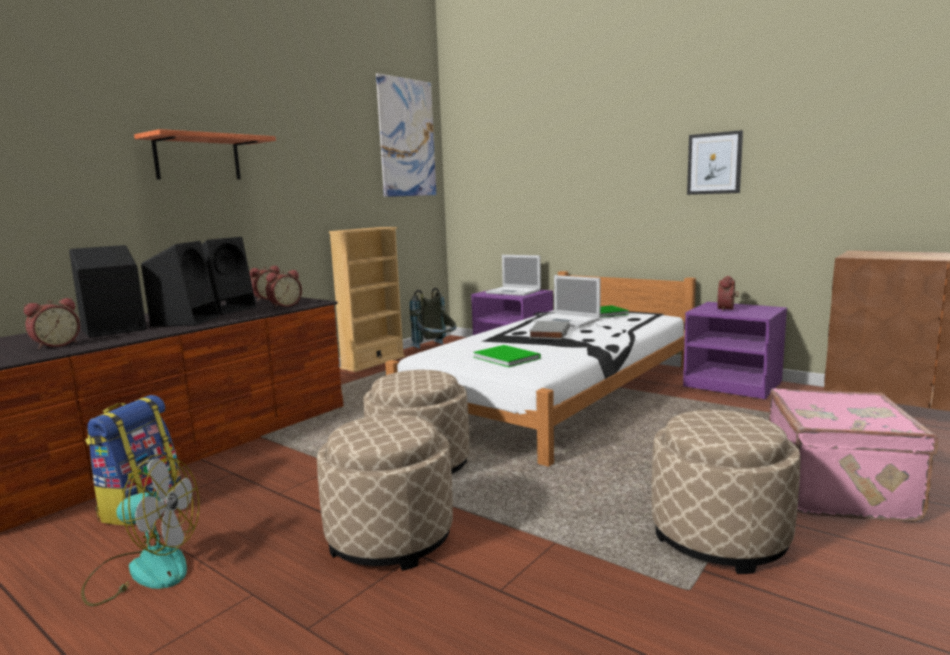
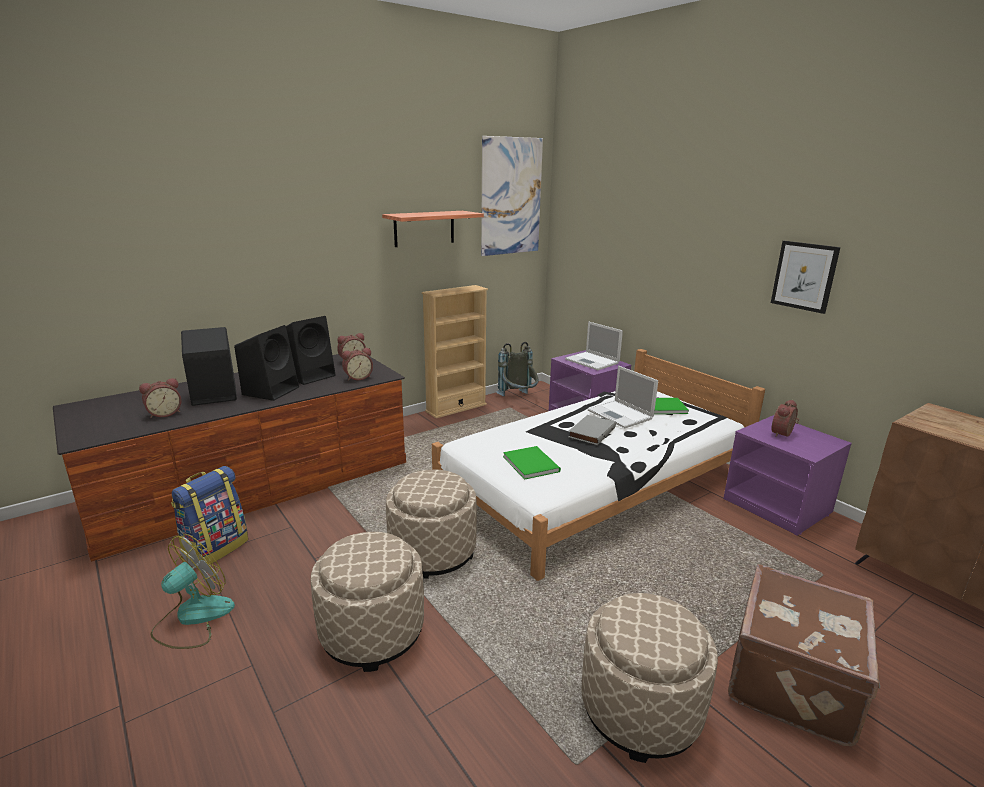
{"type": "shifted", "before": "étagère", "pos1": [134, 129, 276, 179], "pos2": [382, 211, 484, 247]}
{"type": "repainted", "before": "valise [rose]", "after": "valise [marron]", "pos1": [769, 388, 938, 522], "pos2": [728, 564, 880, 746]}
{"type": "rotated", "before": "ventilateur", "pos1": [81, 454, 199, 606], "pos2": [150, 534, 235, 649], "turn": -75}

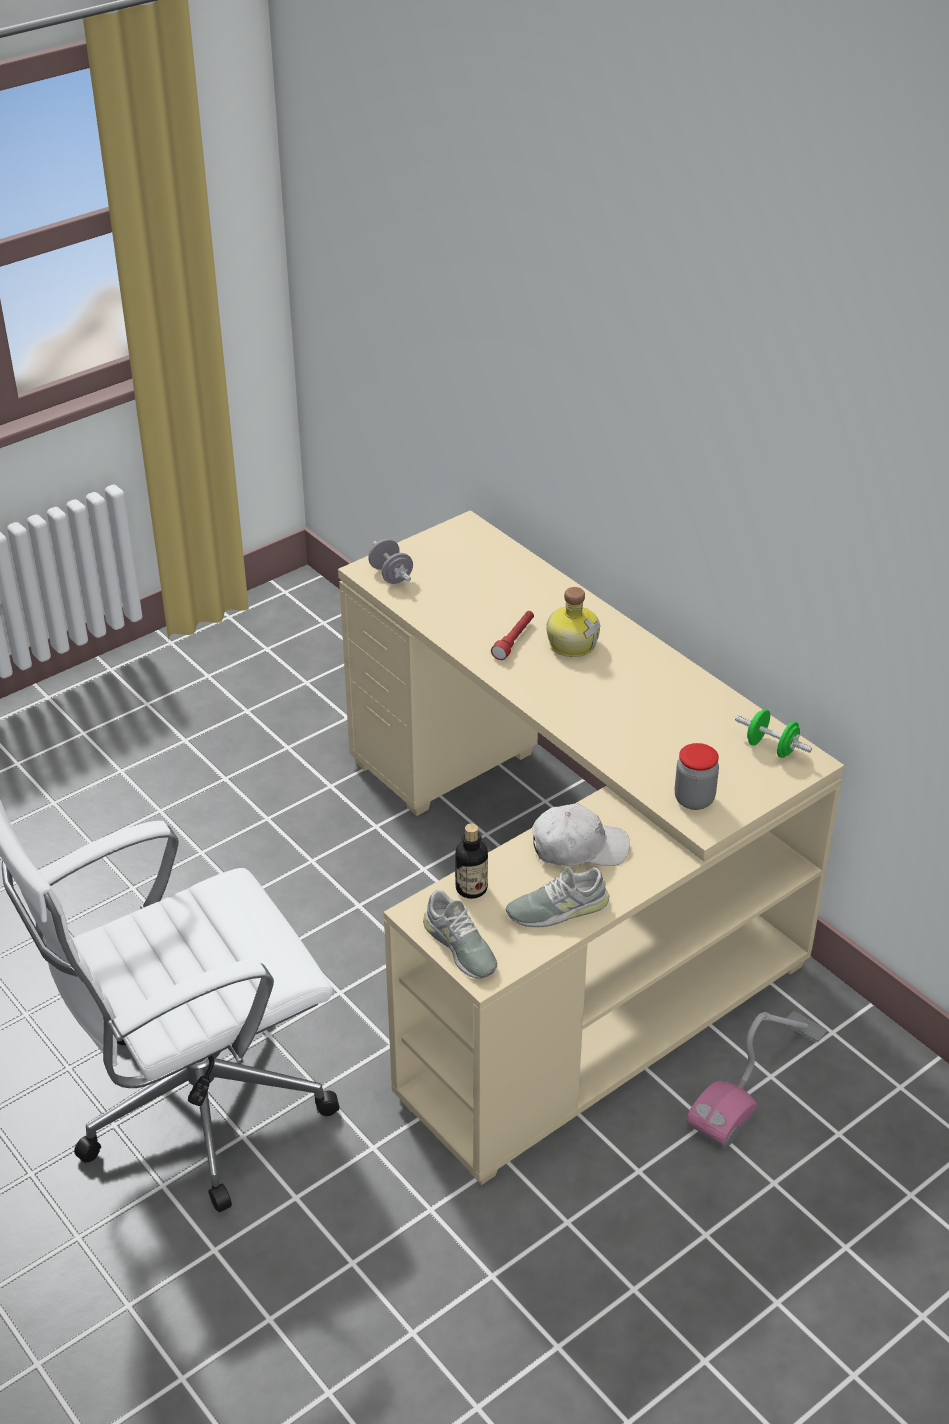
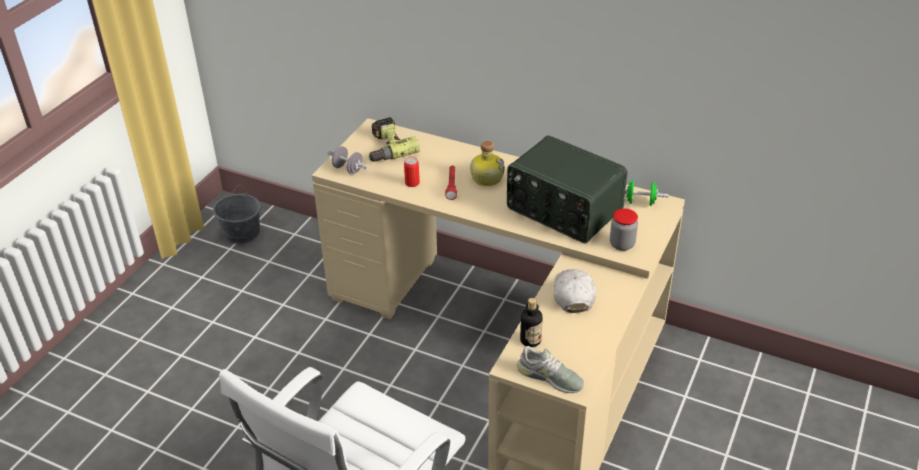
{"type": "gone", "before": "chaussure [gris]", "pos1": [506, 867, 609, 927]}
{"type": "gone", "before": "aspirateur", "pos1": [686, 1011, 827, 1148]}
{"type": "new", "after": "seau [gris]", "pos2": [213, 185, 261, 244]}
{"type": "new", "after": "perceuse", "pos2": [369, 117, 420, 162]}
{"type": "new", "after": "boîte métallique", "pos2": [404, 157, 420, 187]}
{"type": "new", "after": "radio", "pos2": [507, 135, 627, 243]}
{"type": "rotated", "before": "casquette [blanc]", "pos1": [532, 803, 630, 866], "pos2": [554, 269, 596, 313], "turn": -60}

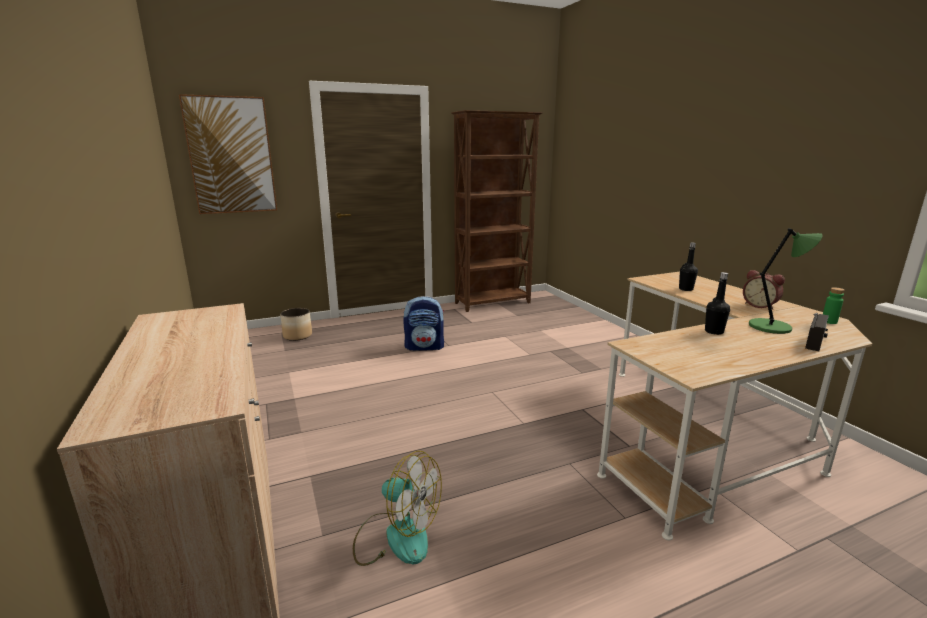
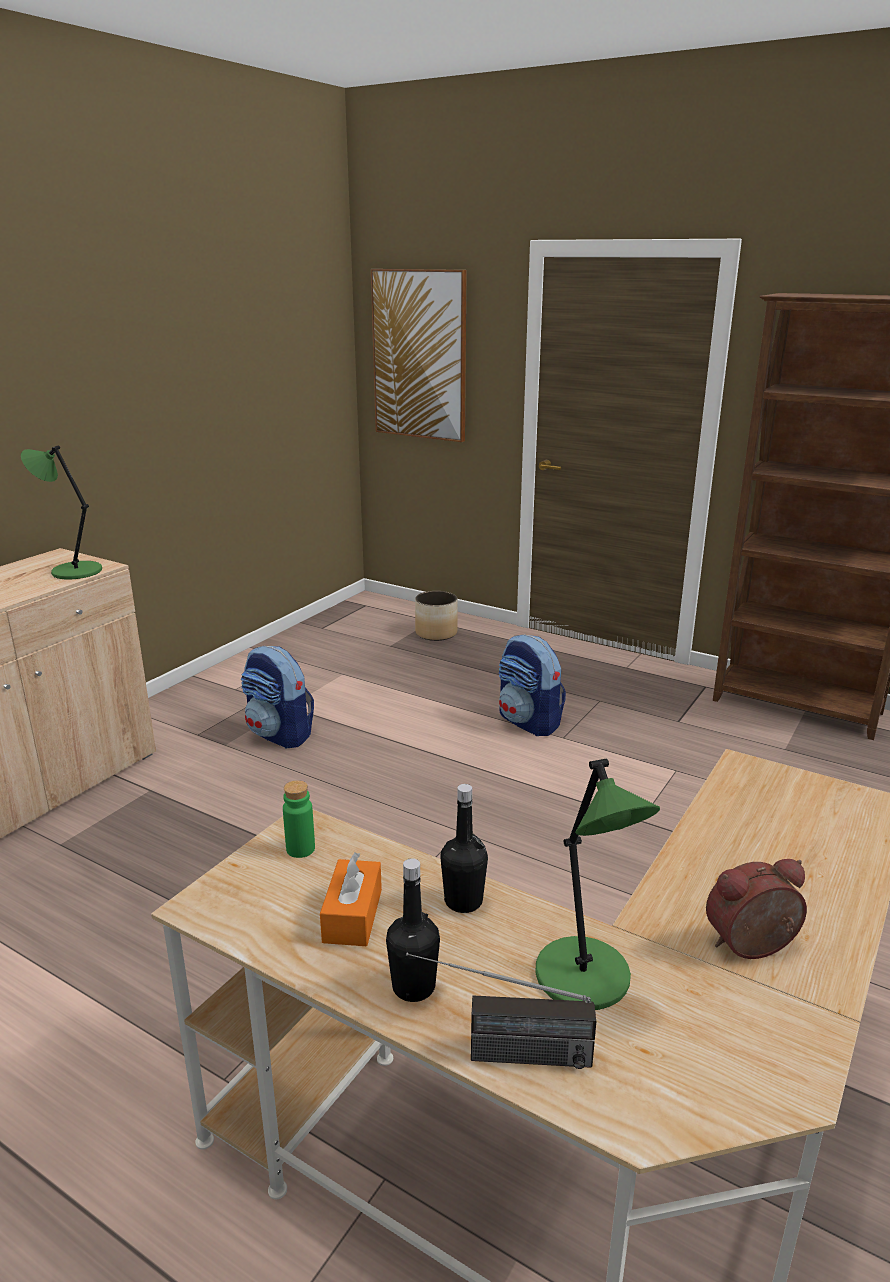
{"type": "gone", "before": "ventilateur", "pos1": [353, 451, 442, 566]}
{"type": "new", "after": "lampe de table [vert]", "pos2": [21, 446, 102, 579]}
{"type": "new", "after": "sac à dos", "pos2": [241, 646, 314, 749]}
{"type": "new", "after": "boîte à mouchoirs [orange]", "pos2": [320, 852, 382, 946]}
{"type": "shifted", "before": "bouteille [noir]", "pos1": [679, 242, 698, 291], "pos2": [386, 858, 440, 1002]}
{"type": "shifted", "before": "bouteille [vert]", "pos1": [823, 287, 844, 324], "pos2": [283, 780, 315, 858]}
{"type": "rotated", "before": "réveil", "pos1": [743, 270, 785, 310], "pos2": [706, 859, 807, 959], "turn": 60}

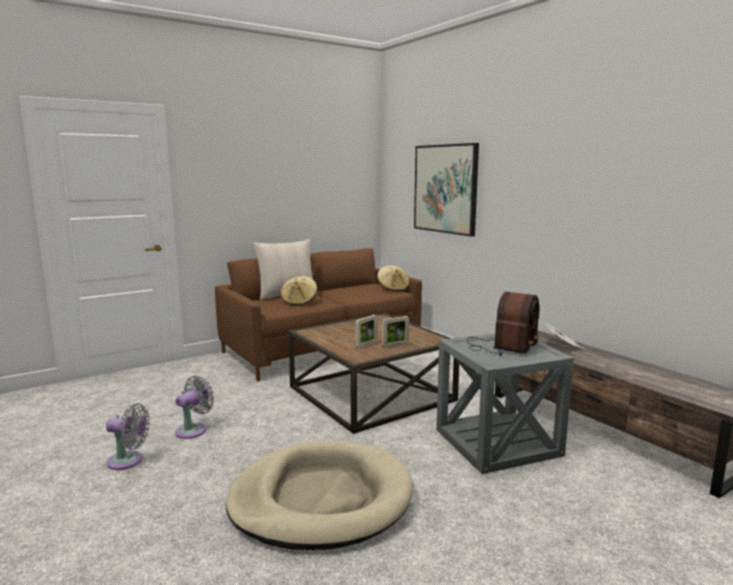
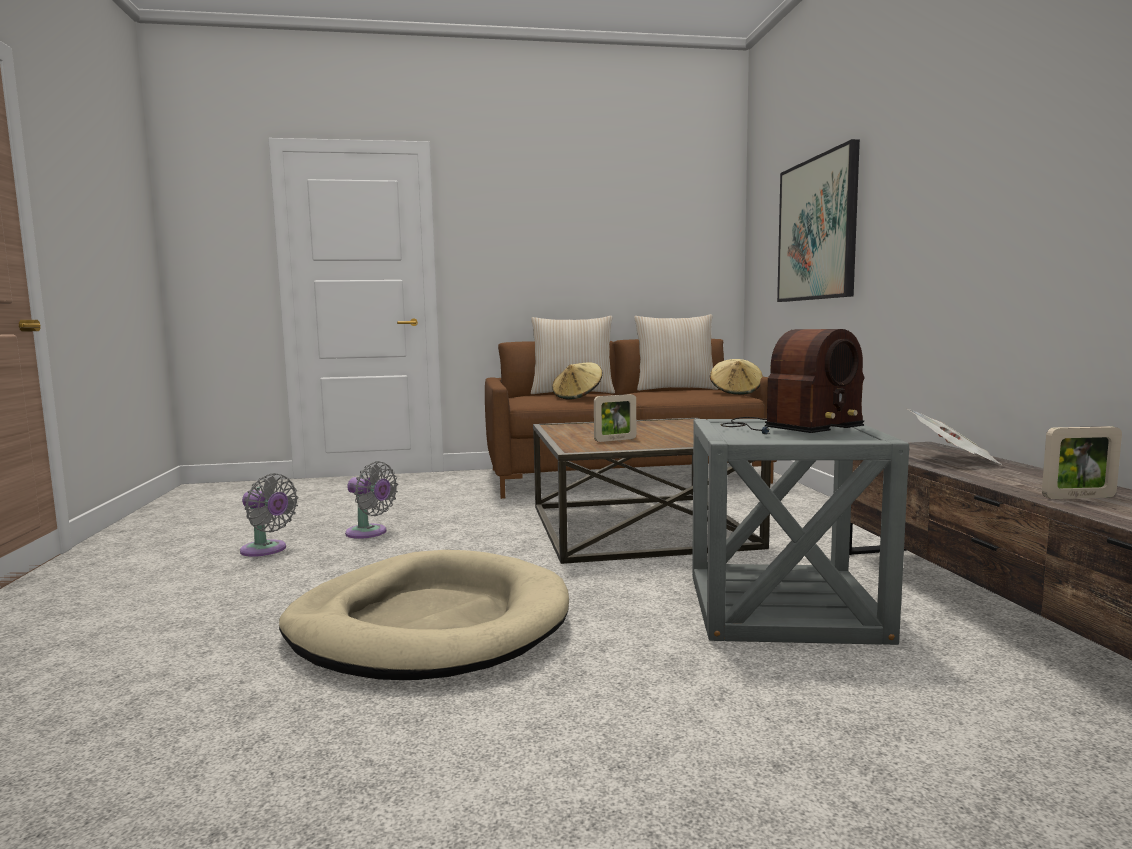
{"type": "new", "after": "coussin [beige]", "pos2": [634, 314, 718, 391]}
{"type": "shifted", "before": "cadre photo", "pos1": [382, 316, 409, 348], "pos2": [1042, 426, 1122, 499]}
{"type": "rotated", "before": "ventilateur [gris]", "pos1": [175, 375, 214, 439], "pos2": [345, 461, 398, 539], "turn": 60}

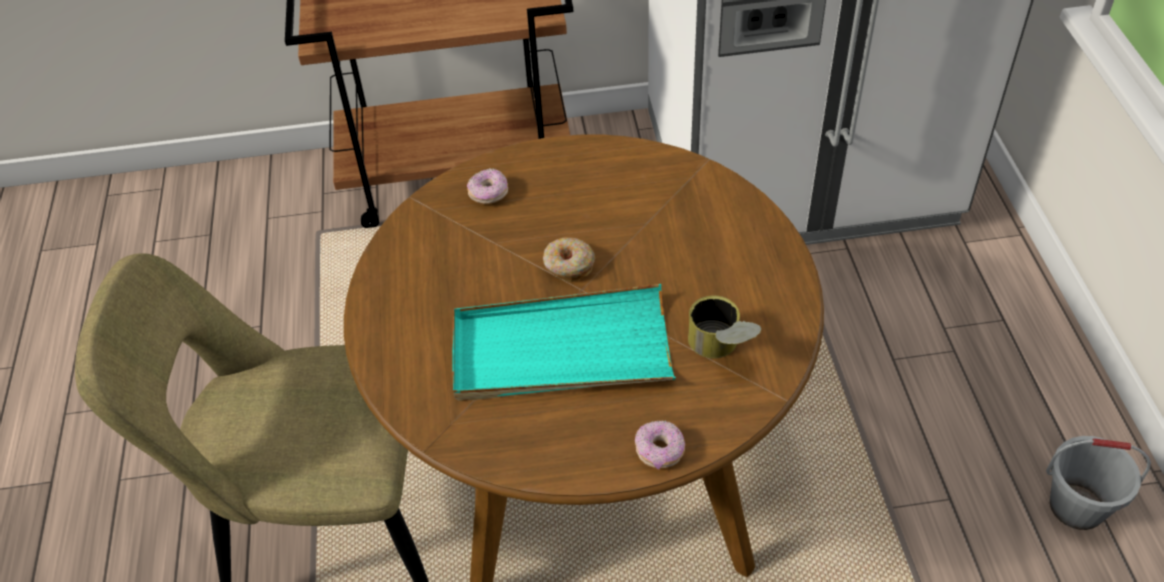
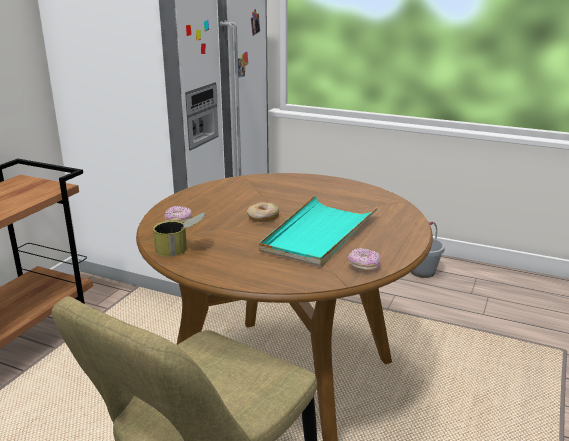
{"type": "shifted", "before": "beignet", "pos1": [635, 421, 685, 470], "pos2": [348, 248, 381, 271]}
{"type": "shifted", "before": "boîte métallique", "pos1": [688, 295, 761, 359], "pos2": [153, 213, 206, 257]}

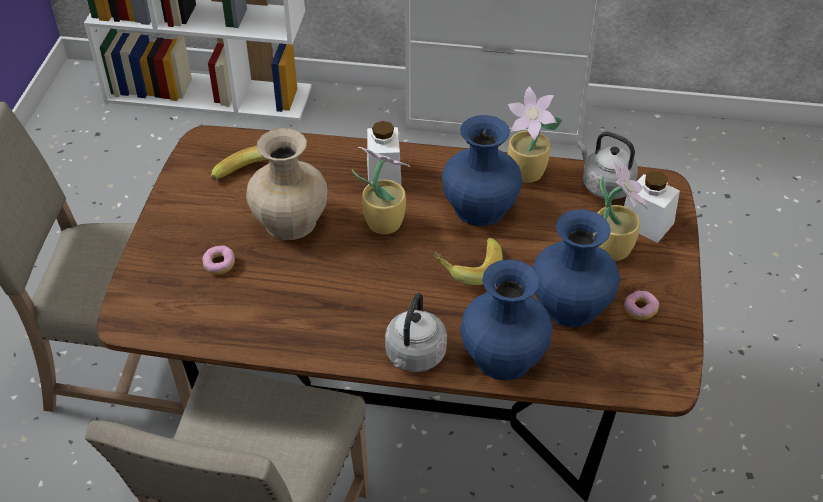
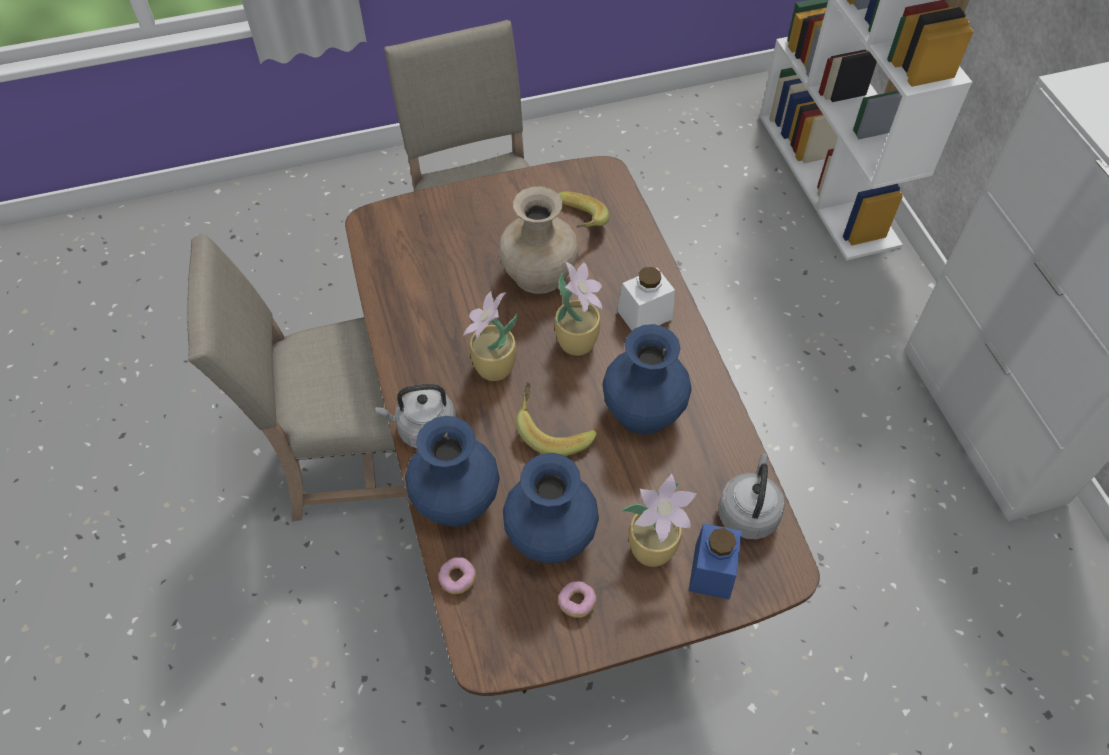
{"type": "shifted", "before": "beignet", "pos1": [202, 246, 235, 275], "pos2": [438, 557, 476, 594]}
{"type": "shifted", "before": "plante en pot", "pos1": [508, 86, 562, 183], "pos2": [463, 292, 517, 381]}
{"type": "repainted", "before": "bocal [blanc]", "after": "bocal [bleu]", "pos1": [624, 171, 680, 243], "pos2": [689, 523, 742, 600]}

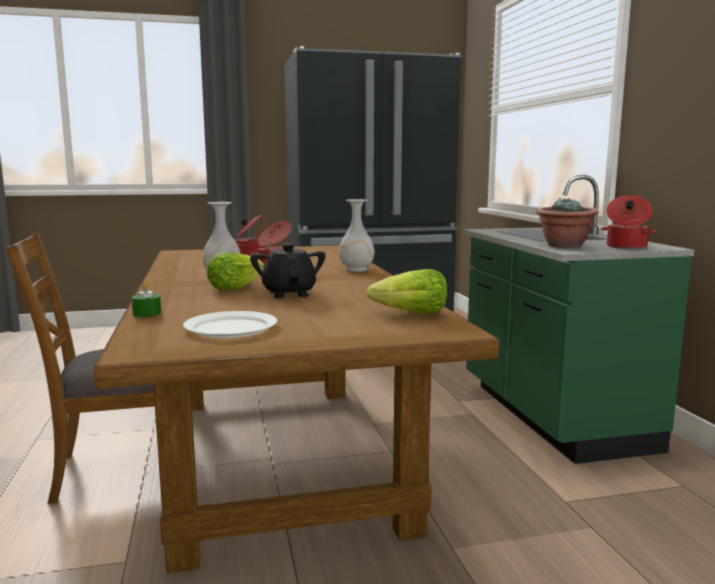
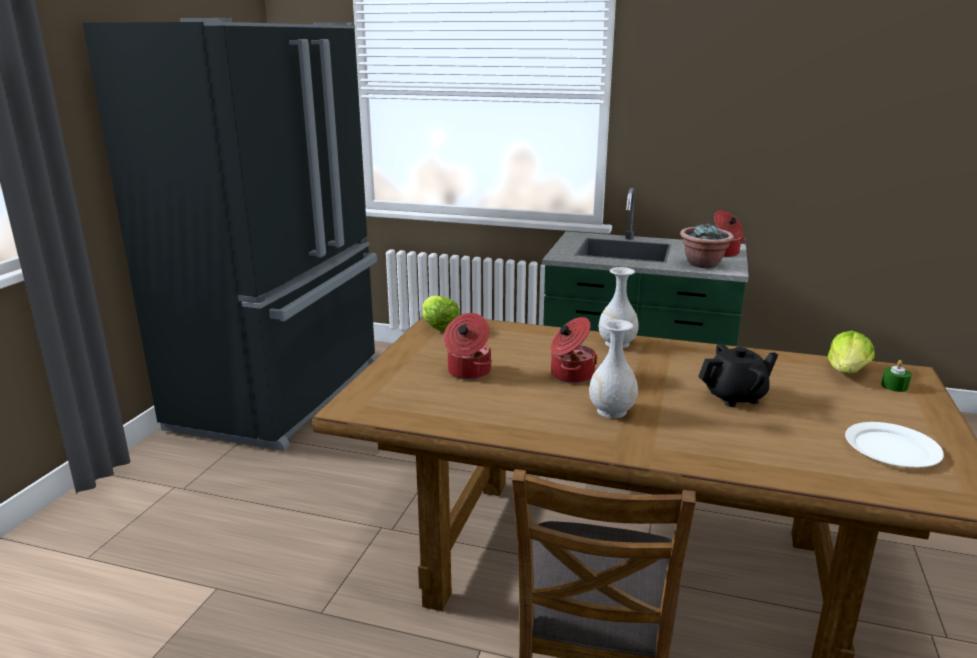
{"type": "shifted", "before": "bougie [vert]", "pos1": [131, 282, 161, 317], "pos2": [881, 360, 911, 392]}
{"type": "shifted", "before": "laitue", "pos1": [206, 253, 264, 291], "pos2": [423, 296, 460, 331]}
{"type": "rotated", "before": "théière [noir]", "pos1": [250, 244, 325, 298], "pos2": [698, 343, 778, 407], "turn": 150}

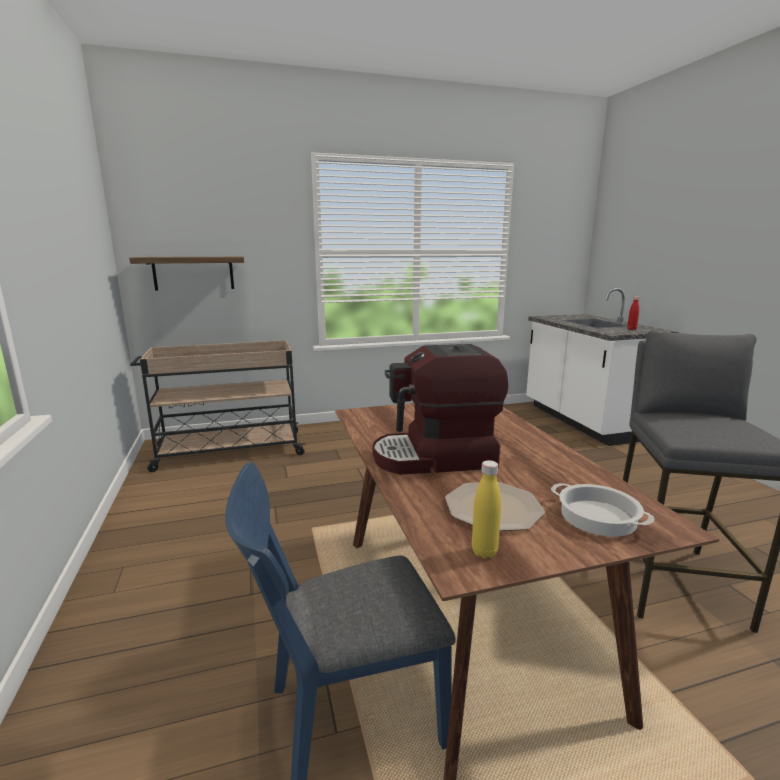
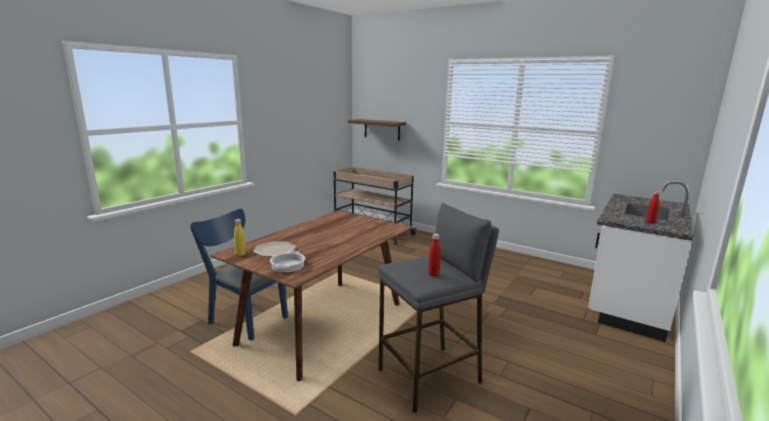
{"type": "gone", "before": "machine à café", "pos1": [372, 344, 508, 475]}
{"type": "new", "after": "bouteille [rouge]", "pos2": [428, 234, 441, 277]}

